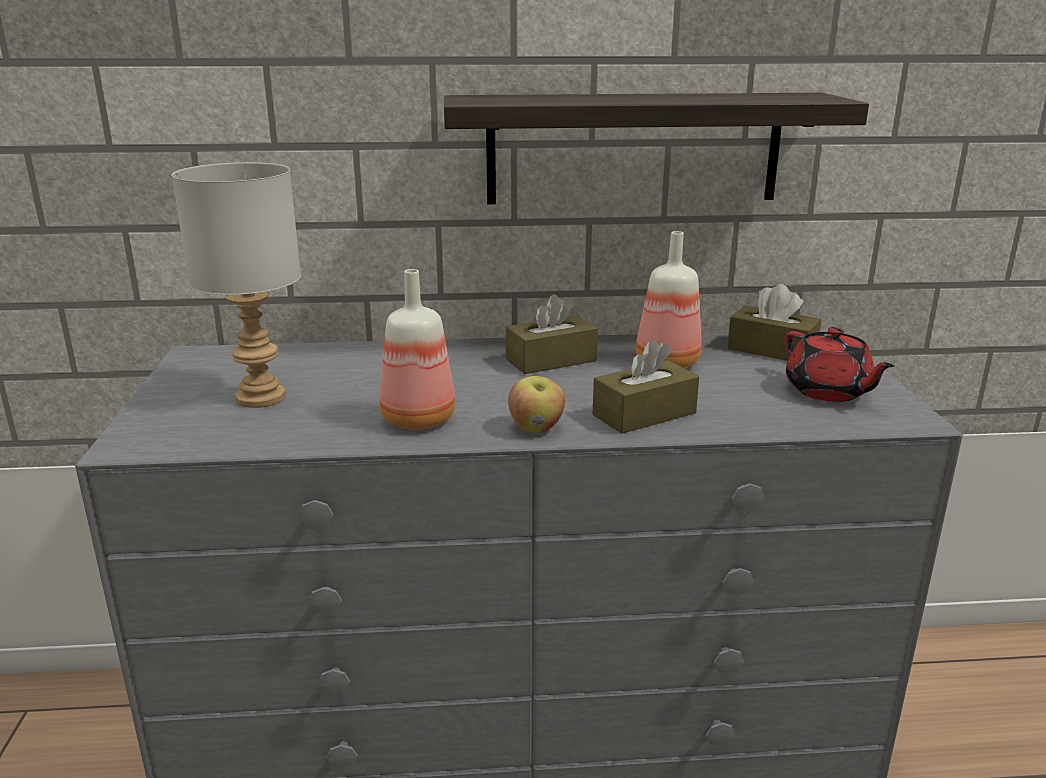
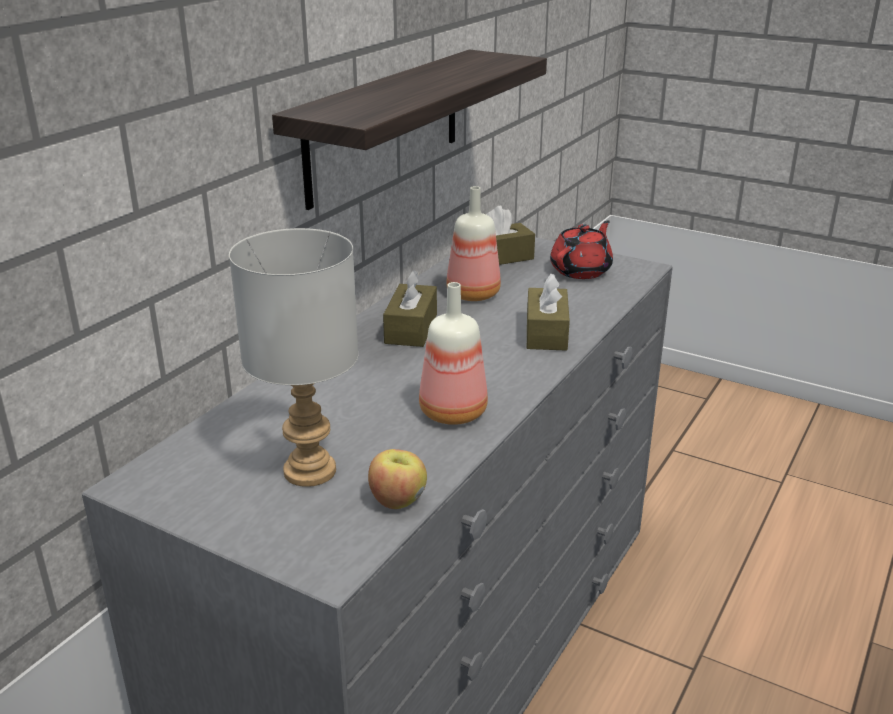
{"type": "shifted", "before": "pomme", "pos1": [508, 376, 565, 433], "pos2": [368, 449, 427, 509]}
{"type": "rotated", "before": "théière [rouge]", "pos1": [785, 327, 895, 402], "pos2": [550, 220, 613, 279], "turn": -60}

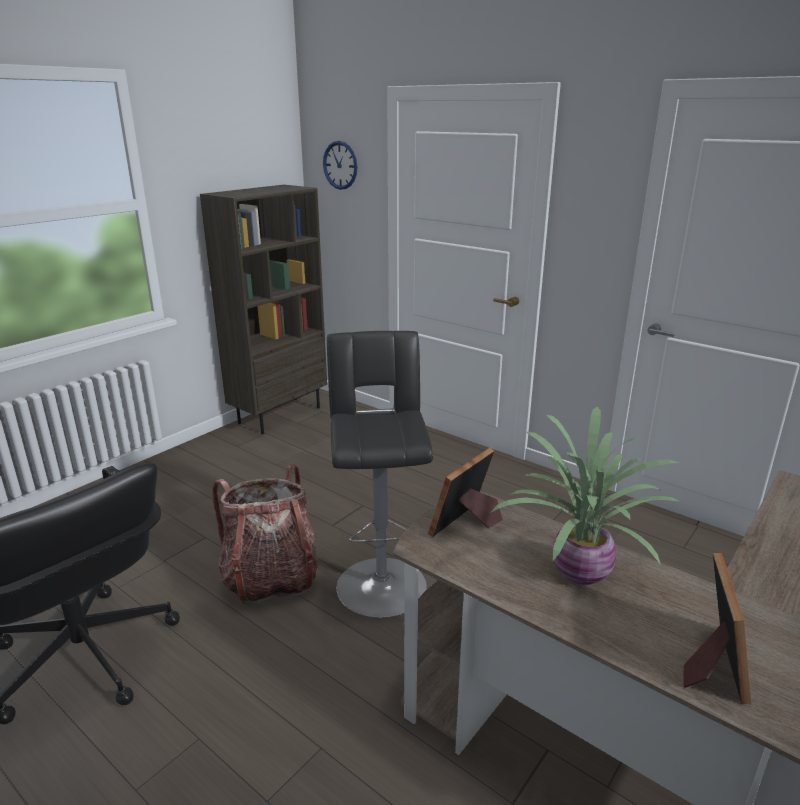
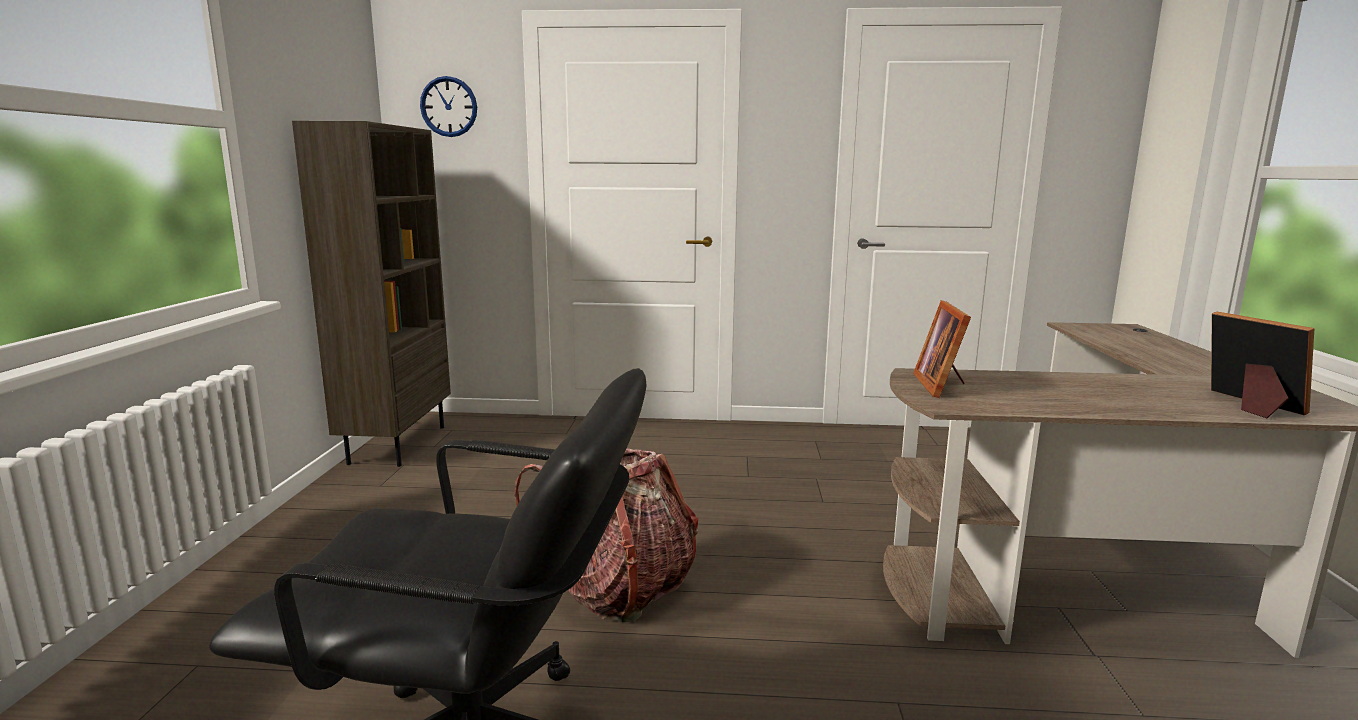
{"type": "gone", "before": "tabouret [noir]", "pos1": [327, 331, 433, 618]}
{"type": "gone", "before": "plante en pot", "pos1": [490, 407, 679, 585]}

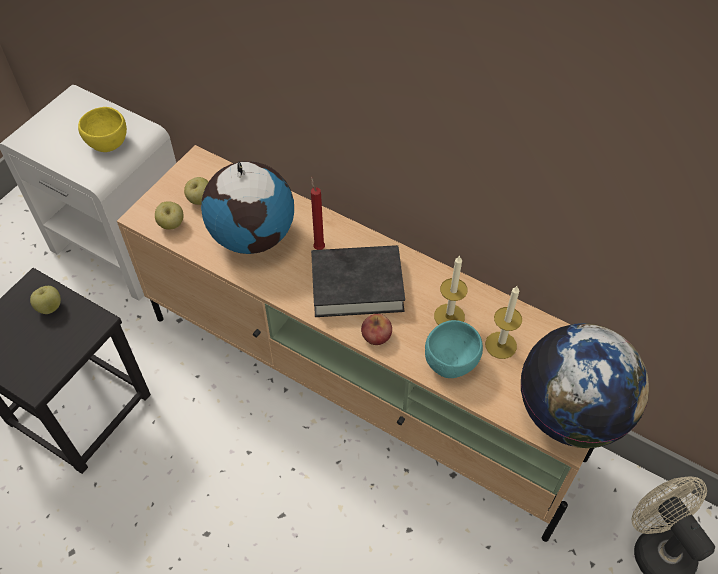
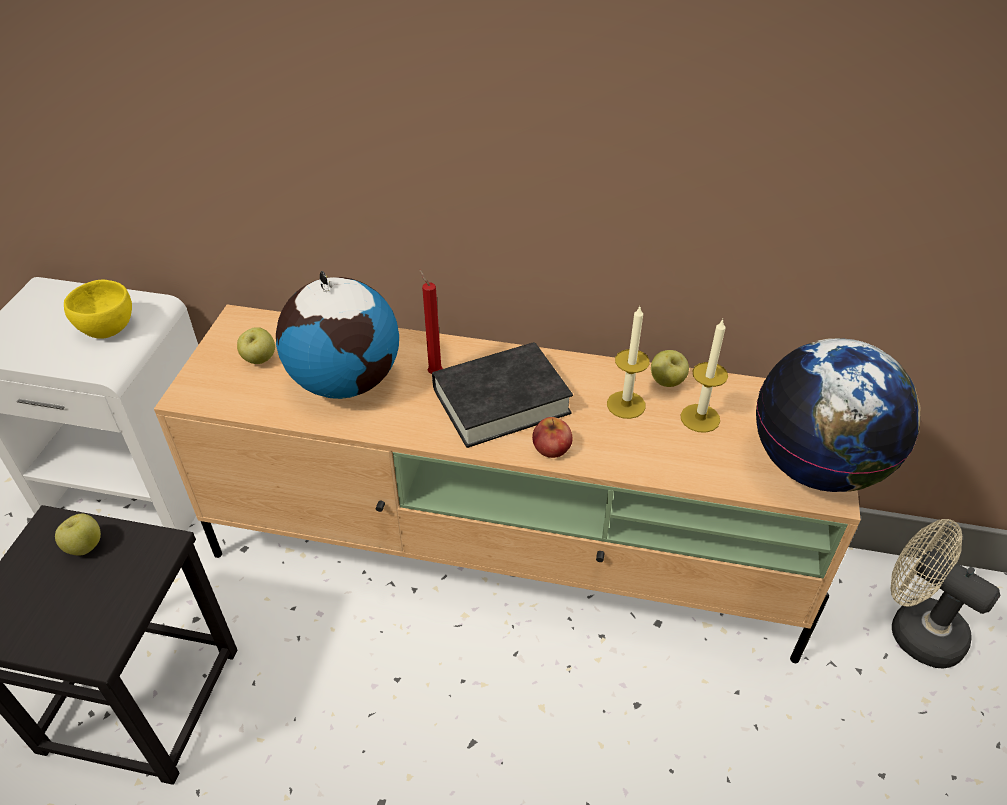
{"type": "gone", "before": "bol [turquoise]", "pos1": [425, 320, 483, 378]}
{"type": "shifted", "before": "pomme", "pos1": [155, 201, 184, 230], "pos2": [651, 350, 689, 387]}

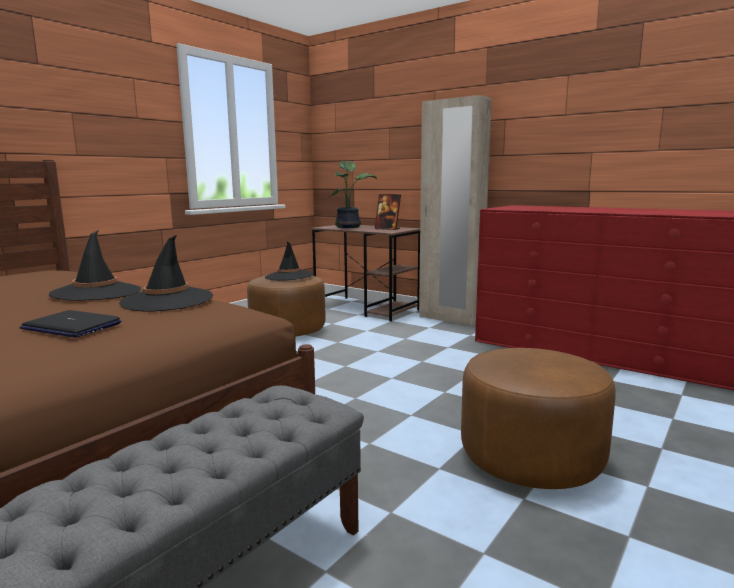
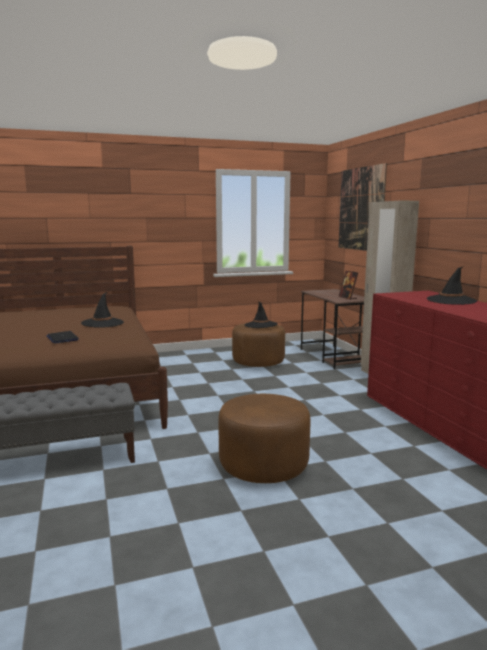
{"type": "gone", "before": "plante en pot", "pos1": [328, 161, 377, 228]}
{"type": "new", "after": "tableau", "pos2": [339, 163, 387, 251]}
{"type": "shifted", "before": "chapeau [noir]", "pos1": [119, 235, 213, 312], "pos2": [427, 267, 477, 305]}

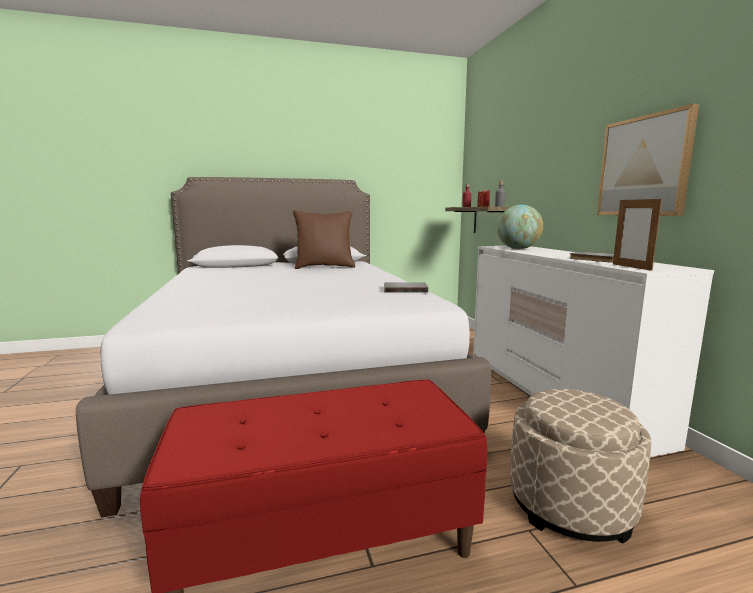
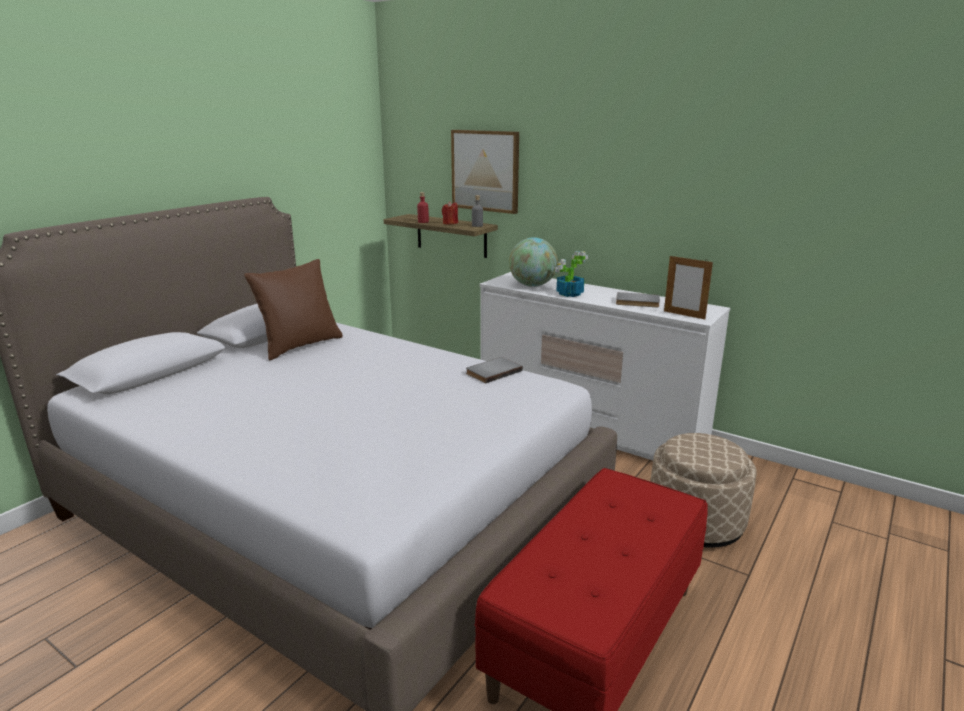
{"type": "new", "after": "plante en pot", "pos2": [555, 251, 588, 297]}
{"type": "shifted", "before": "tableau", "pos1": [597, 104, 699, 216], "pos2": [451, 130, 519, 214]}

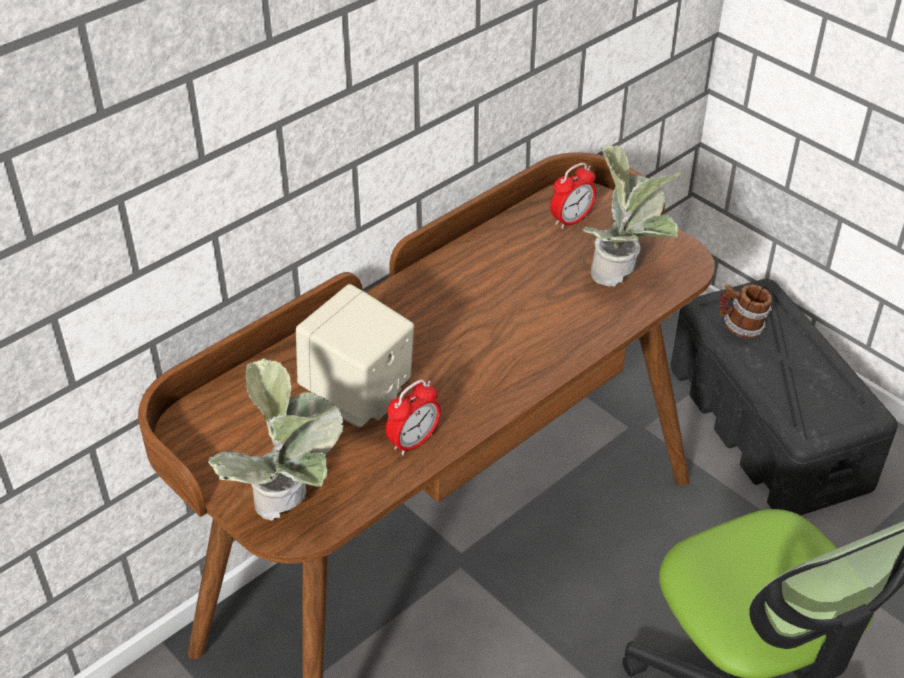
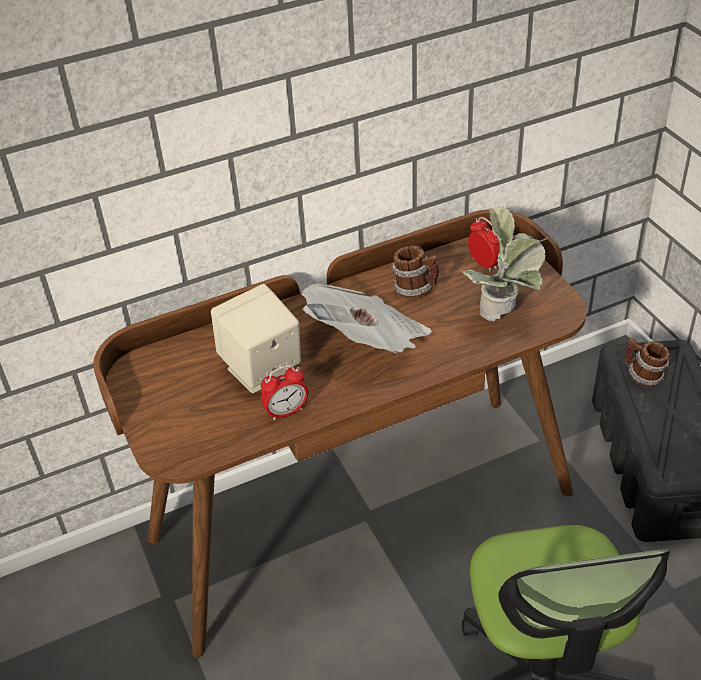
{"type": "gone", "before": "plante en pot", "pos1": [208, 358, 344, 521]}
{"type": "new", "after": "journal", "pos2": [301, 283, 432, 354]}
{"type": "new", "after": "mug", "pos2": [392, 246, 439, 298]}
{"type": "rotated", "before": "réveil", "pos1": [550, 163, 596, 229], "pos2": [468, 217, 500, 272], "turn": -105}

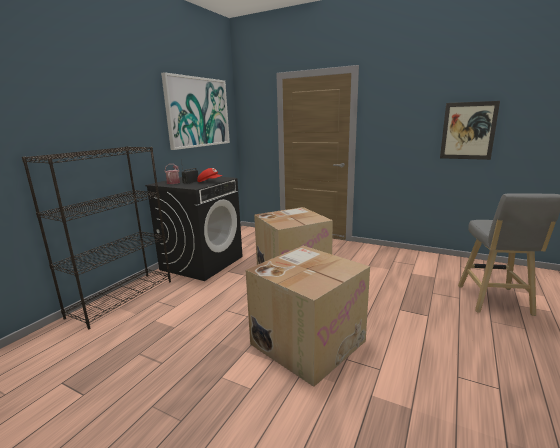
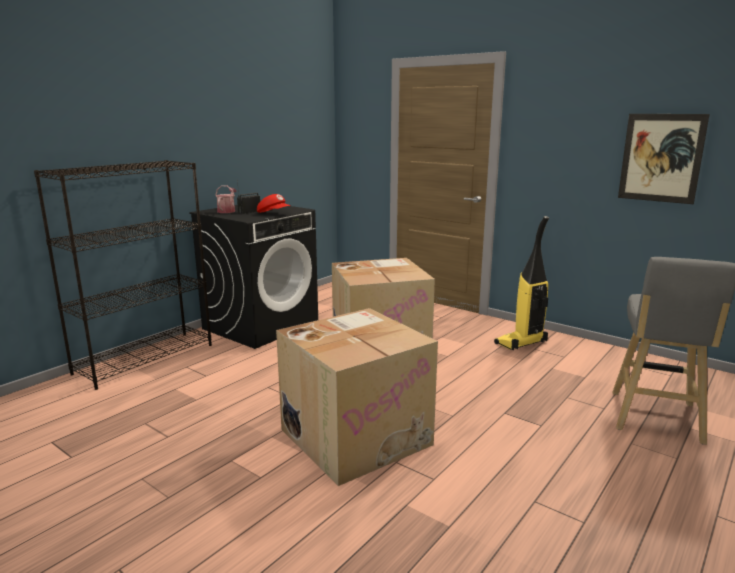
{"type": "gone", "before": "tableau", "pos1": [161, 72, 230, 150]}
{"type": "new", "after": "aspirateur", "pos2": [494, 216, 549, 350]}

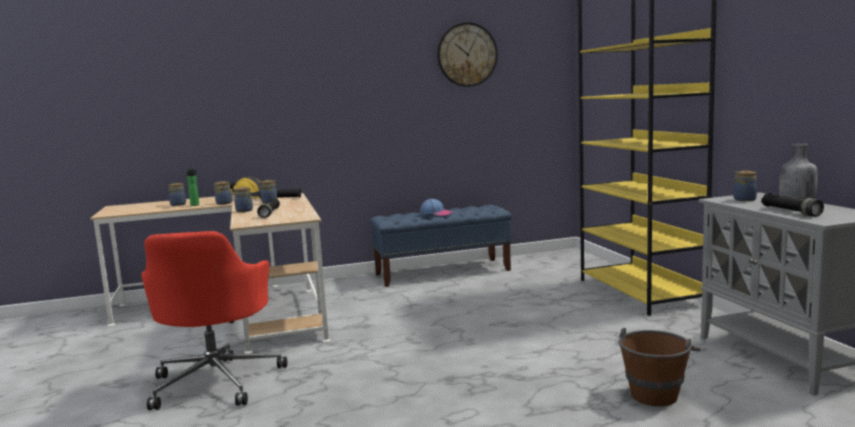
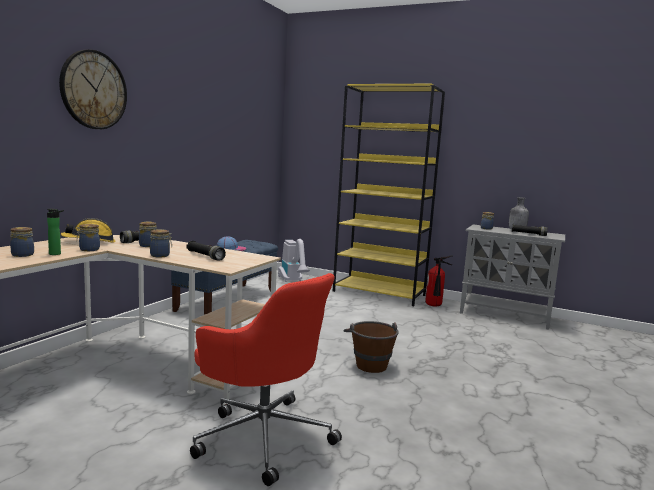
{"type": "new", "after": "aspirateur", "pos2": [278, 239, 310, 282]}
{"type": "new", "after": "extincteur", "pos2": [425, 255, 453, 307]}
{"type": "shifted", "before": "horloge murale", "pos1": [437, 22, 498, 87], "pos2": [59, 50, 127, 129]}
{"type": "shifted", "before": "seau [marron]", "pos1": [618, 328, 701, 406], "pos2": [343, 321, 399, 373]}

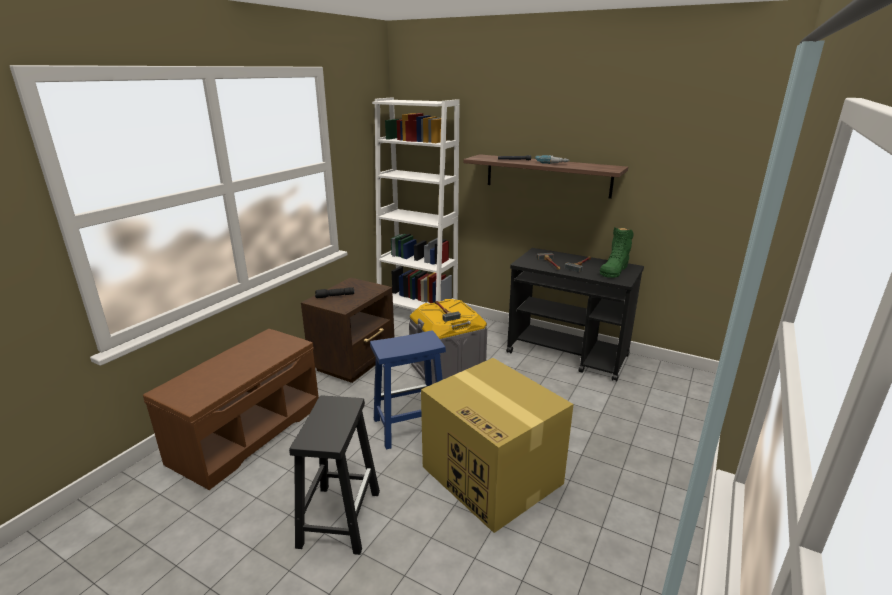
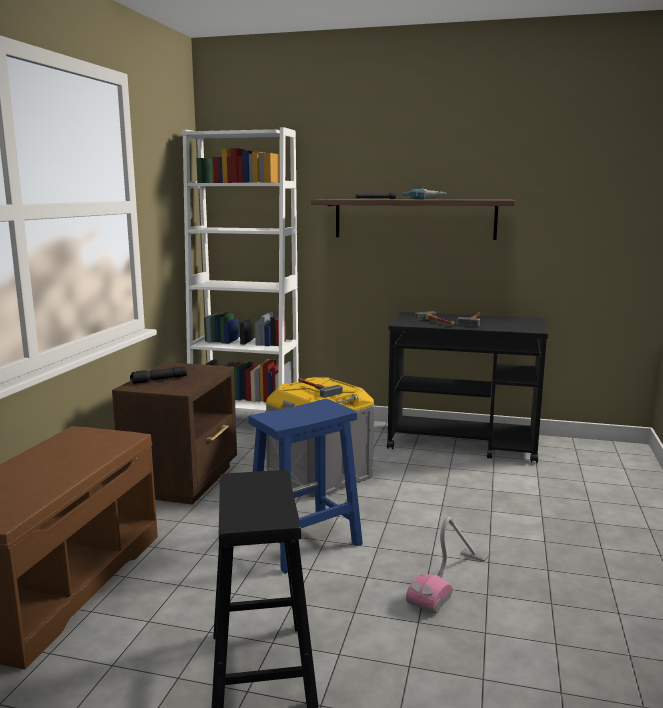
{"type": "gone", "before": "botte [vert]", "pos1": [600, 228, 634, 278]}
{"type": "swapped", "before": "carton", "after": "aspirateur", "pos1": [421, 358, 574, 533], "pos2": [406, 517, 488, 614]}

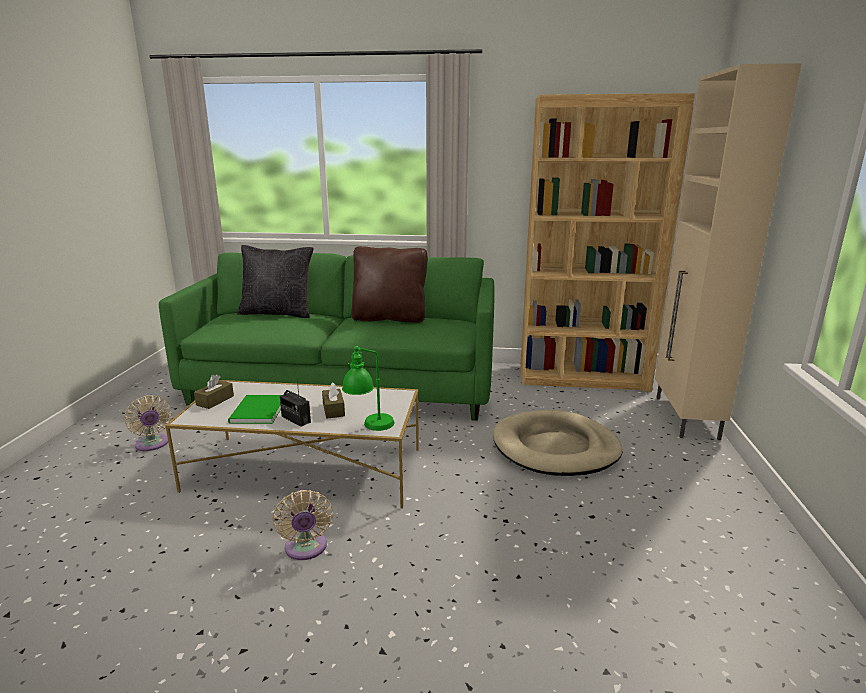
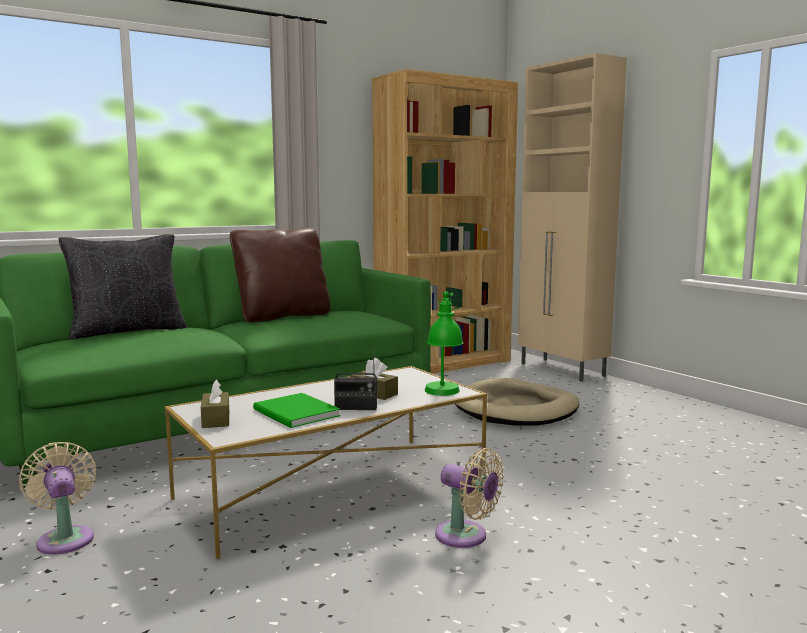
{"type": "rotated", "before": "ventilateur [beige]", "pos1": [124, 395, 172, 451], "pos2": [19, 442, 96, 554], "turn": -135}

